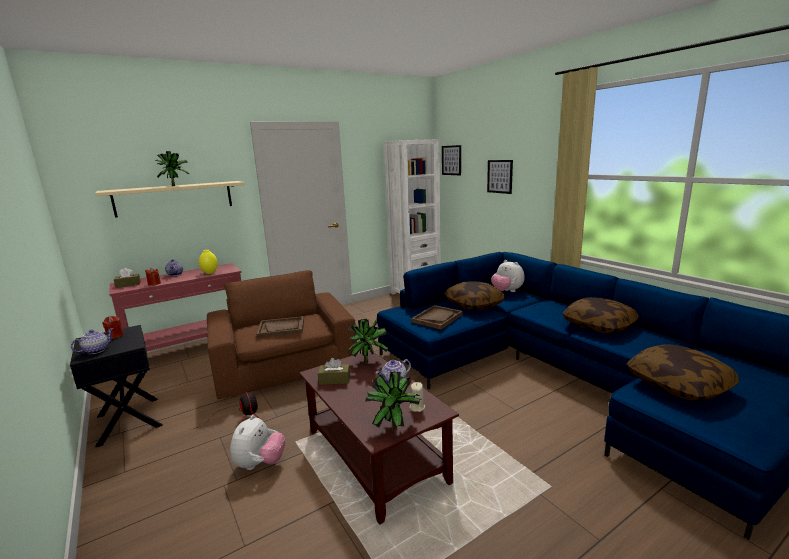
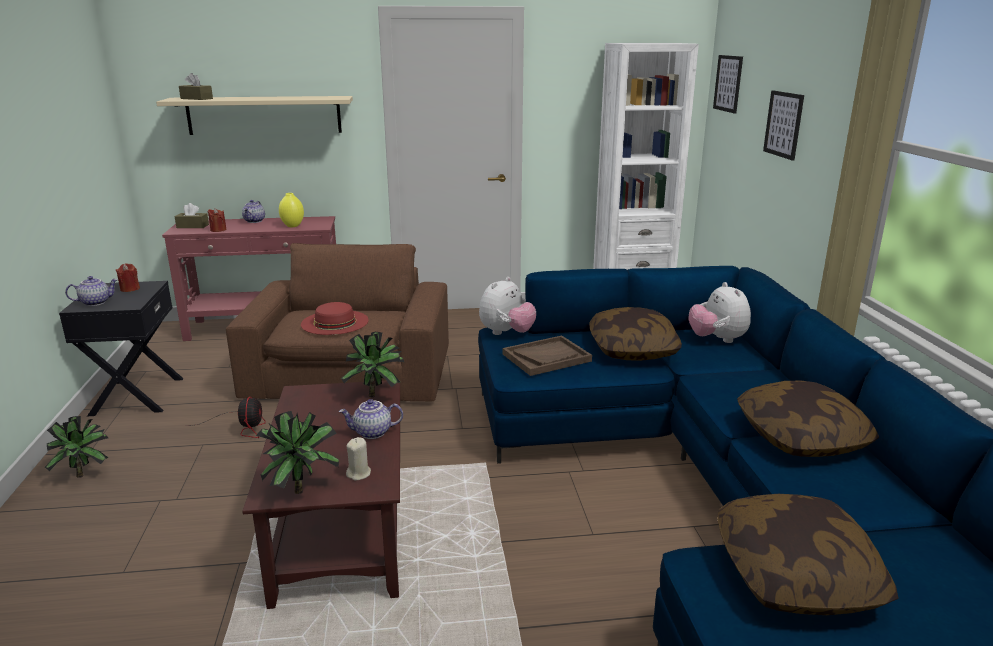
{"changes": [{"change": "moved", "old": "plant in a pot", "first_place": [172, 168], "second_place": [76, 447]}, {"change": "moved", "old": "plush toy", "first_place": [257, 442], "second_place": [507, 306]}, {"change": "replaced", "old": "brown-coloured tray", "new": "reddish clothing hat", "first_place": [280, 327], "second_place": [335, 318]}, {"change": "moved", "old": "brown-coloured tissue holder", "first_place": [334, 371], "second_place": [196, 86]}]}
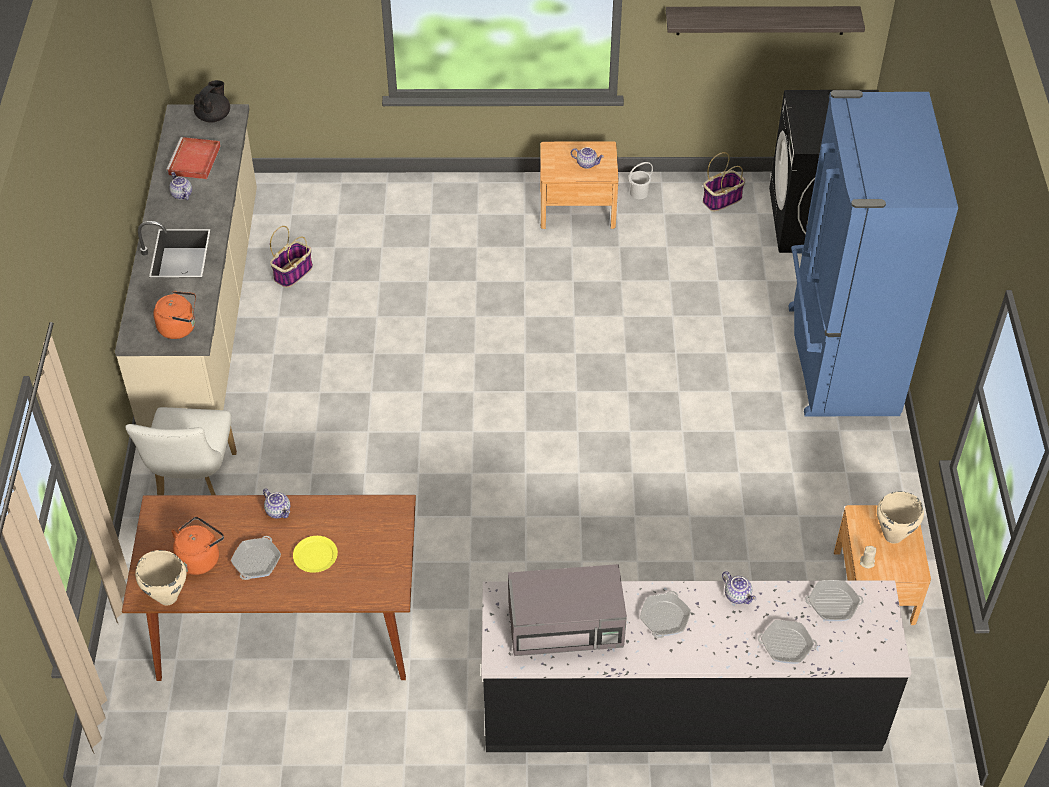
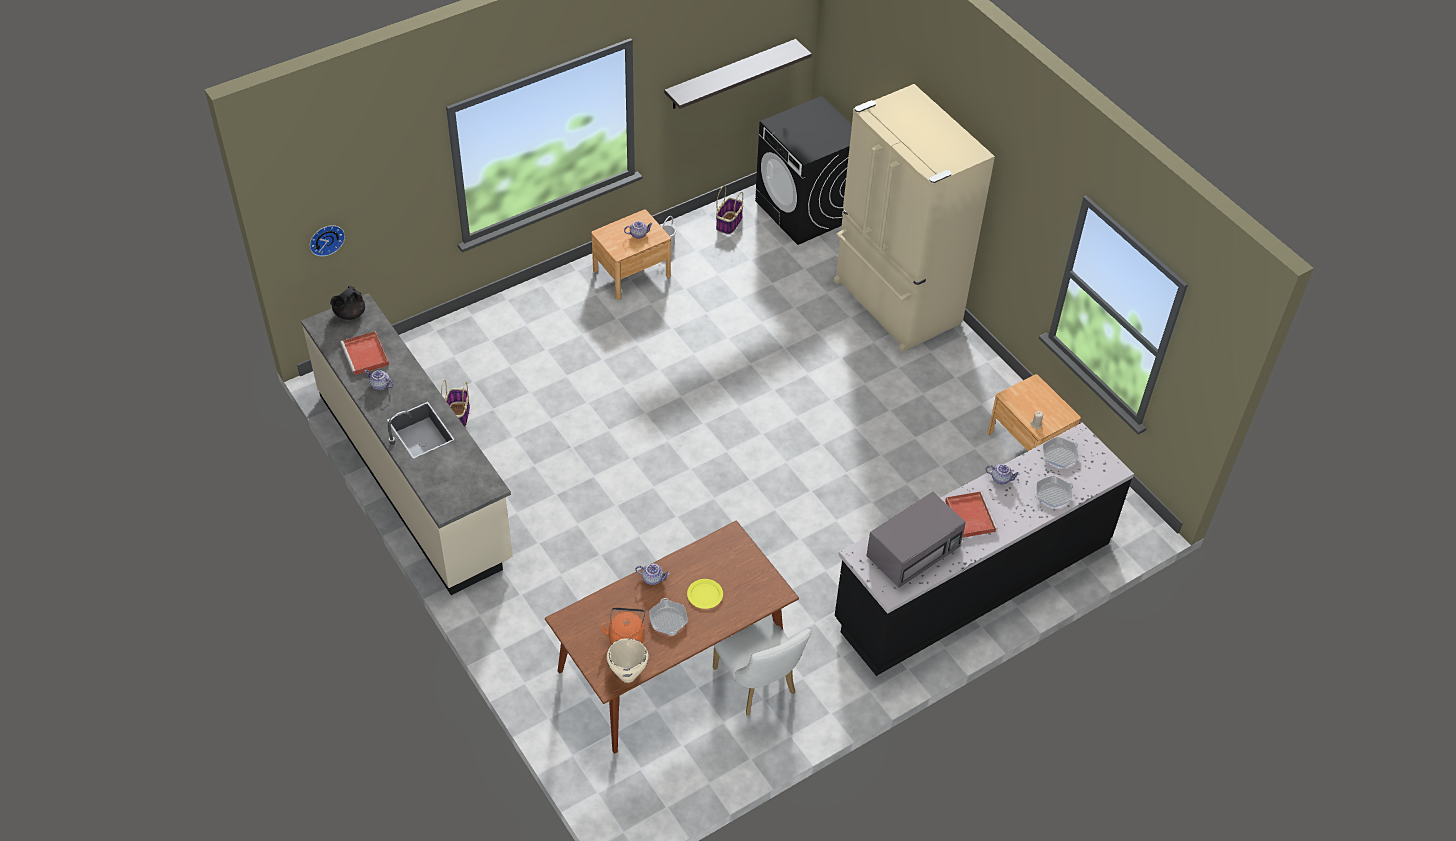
{"changes": [{"change": "moved", "old": "whitish plain chair", "first_place": [181, 451], "second_place": [762, 665]}, {"change": "removed", "old": "orange-coloured kettle", "first_place": [174, 315]}, {"change": "turned", "old": "black-coloured pot for tea", "first_place": [212, 101], "second_place": [347, 303], "degrees": -135}, {"change": "replaced", "old": "frying pan", "new": "reddish tray", "first_place": [665, 614], "second_place": [971, 514]}, {"change": "recoloured", "old": "blue-coloured refrigerator", "new": "beige refrigerator", "first_place": [873, 253], "second_place": [914, 218]}, {"change": "removed", "old": "beige stockpot", "first_place": [900, 517]}, {"change": "added", "new": "clock on the wall", "second_place": [327, 241]}]}
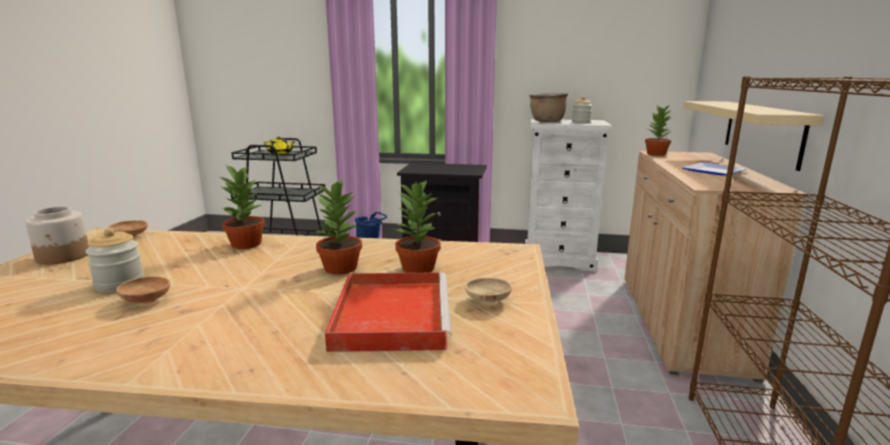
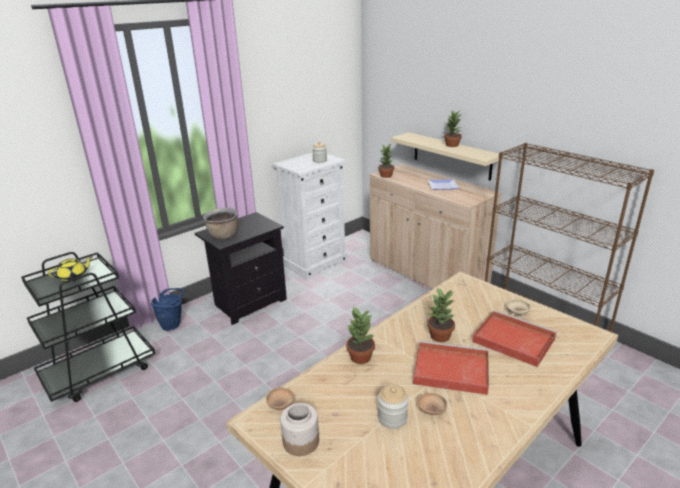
{"changes": [{"change": "moved", "old": "plant in a pot", "first_place": [417, 226], "second_place": [453, 128]}, {"change": "moved", "old": "brown-coloured stockpot", "first_place": [548, 107], "second_place": [220, 223]}, {"change": "added", "new": "reddish tray", "second_place": [451, 368]}]}
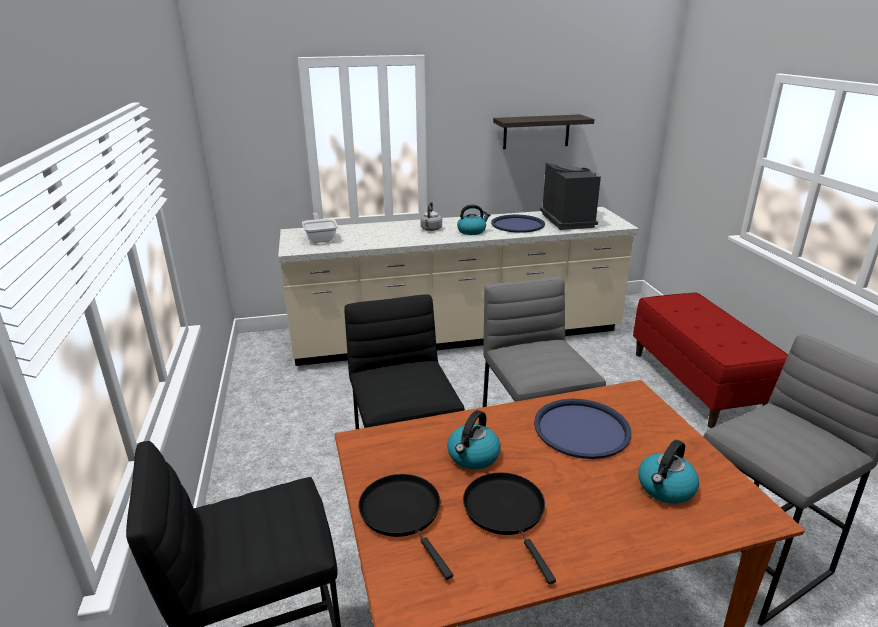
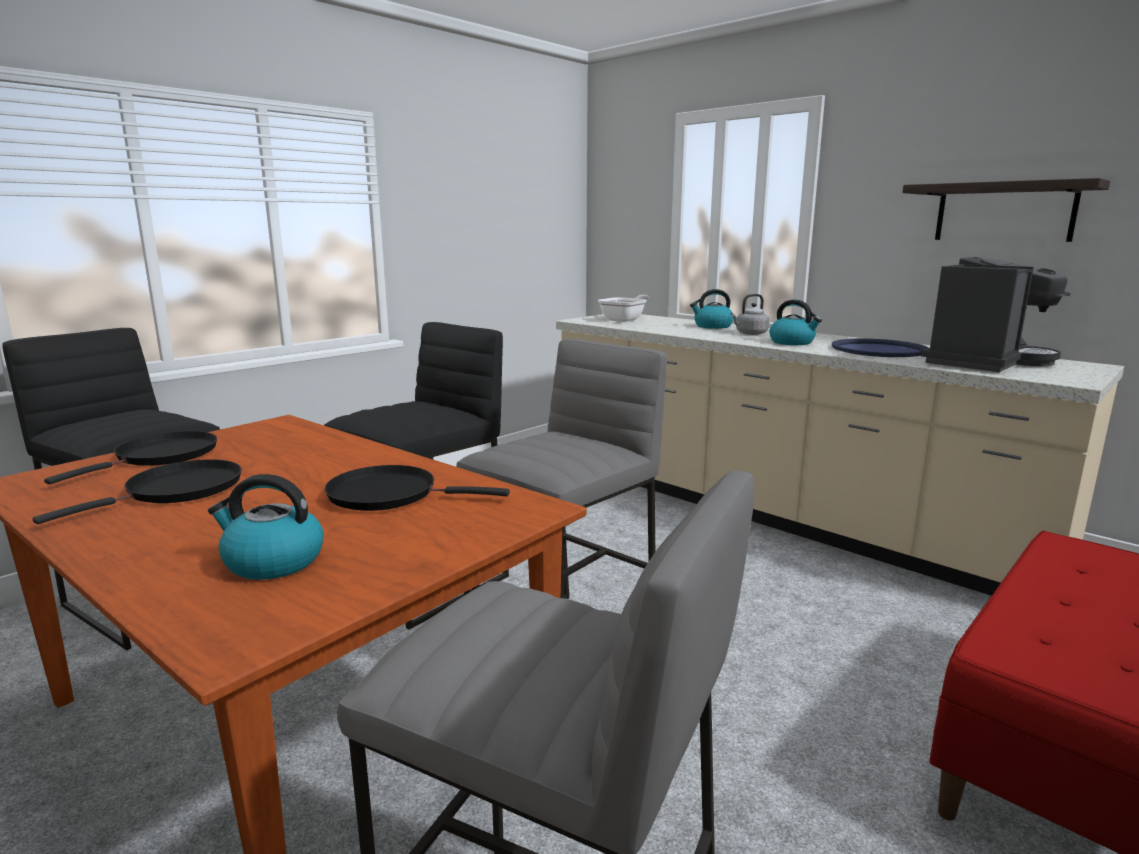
{"changes": [{"change": "moved", "old": "kettle", "first_place": [474, 440], "second_place": [712, 309]}, {"change": "replaced", "old": "blue-coloured tray", "new": "black-coloured frying pan", "first_place": [583, 429], "second_place": [417, 488]}]}
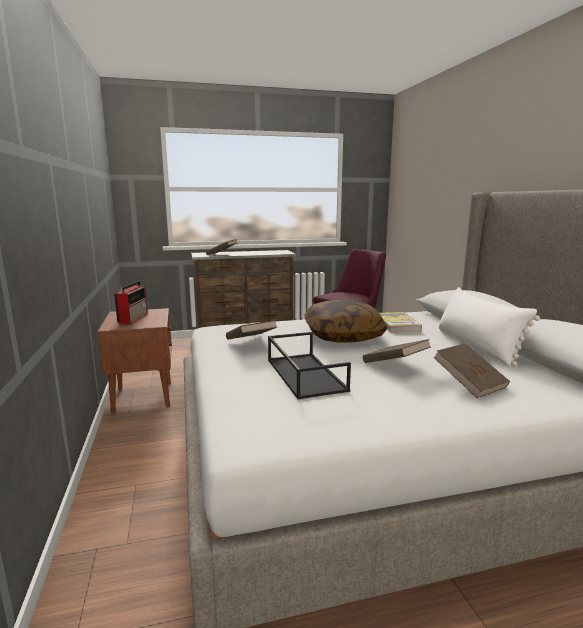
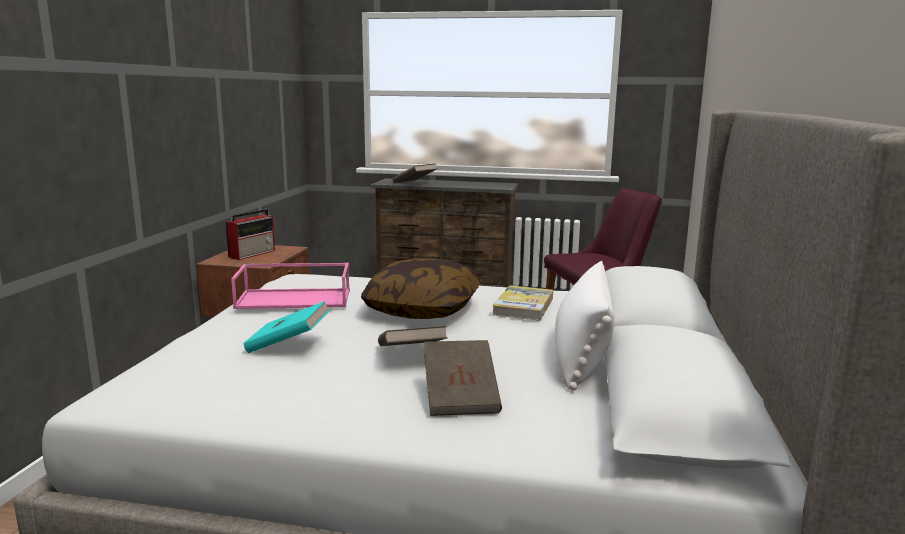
{"changes": [{"change": "replaced", "old": "brown-coloured volume", "new": "pink tray", "first_place": [251, 330], "second_place": [290, 286]}, {"change": "replaced", "old": "black-coloured tray", "new": "turquoise volume", "first_place": [309, 365], "second_place": [286, 327]}]}
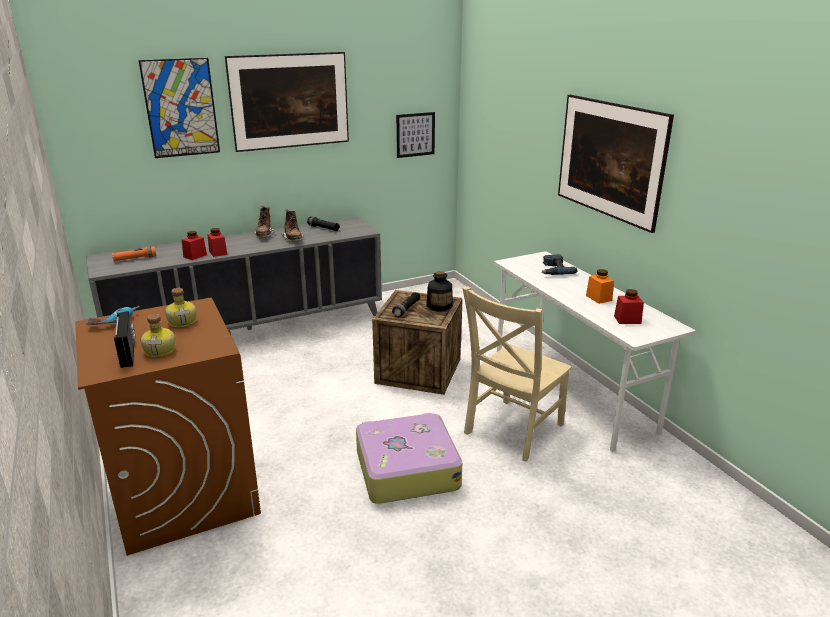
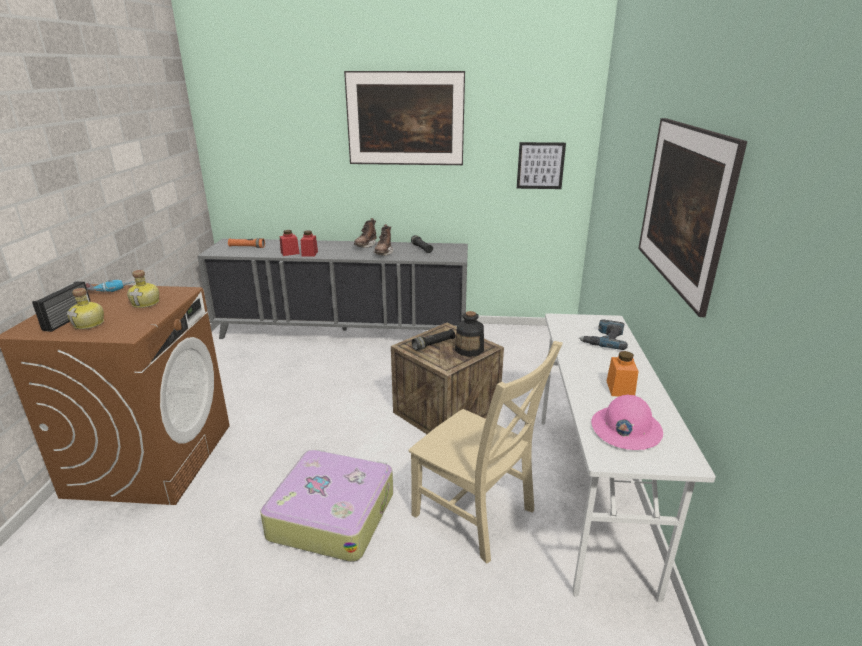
{"changes": [{"change": "removed", "old": "wall art", "first_place": [179, 108]}, {"change": "turned", "old": "beige plain chair", "first_place": [517, 374], "second_place": [485, 452], "degrees": -120}, {"change": "replaced", "old": "reddish storage jar", "new": "pink hard hat", "first_place": [629, 306], "second_place": [627, 422]}]}
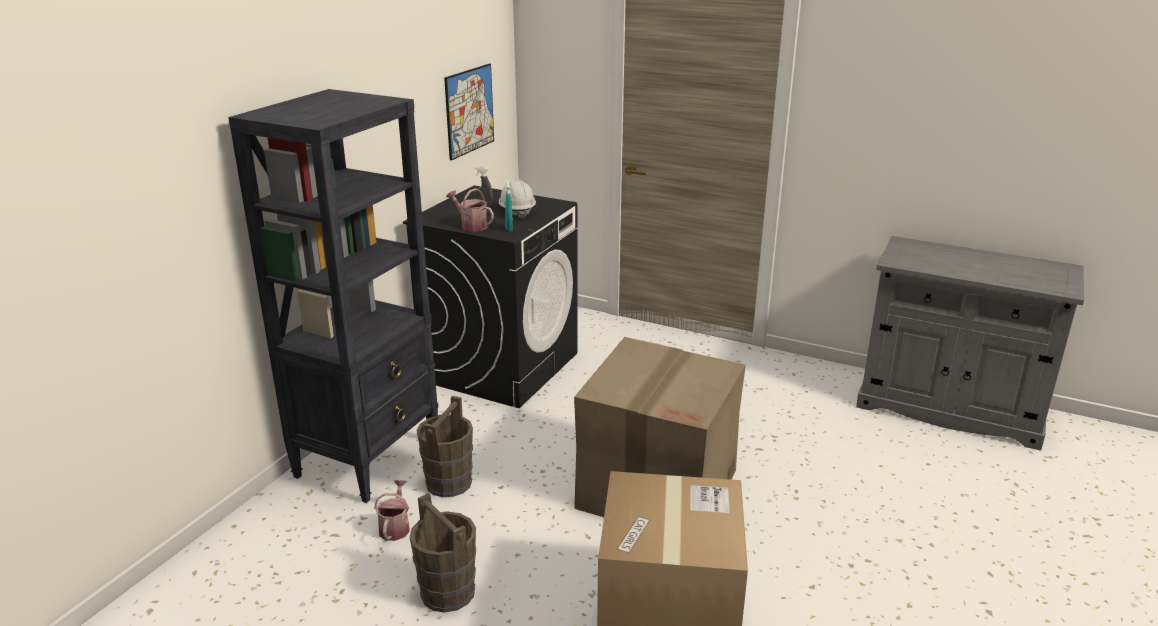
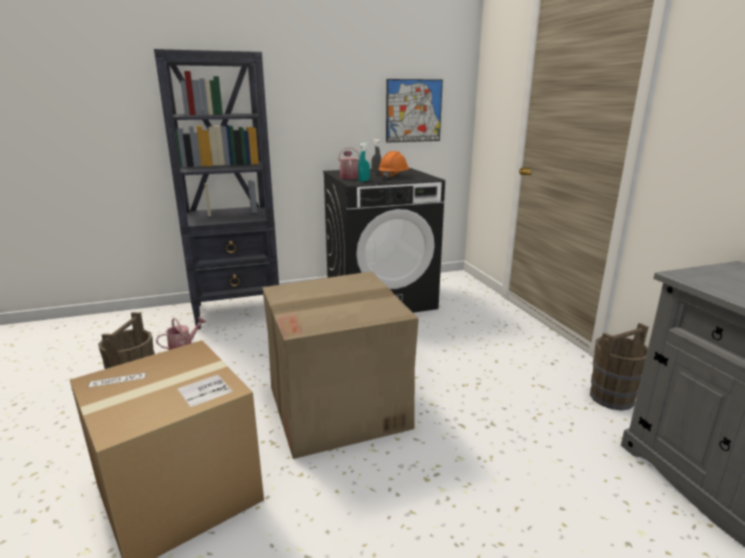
{"changes": [{"change": "moved", "old": "brown-coloured bucket", "first_place": [445, 446], "second_place": [619, 367]}, {"change": "recoloured", "old": "whitish hard hat", "new": "orange-coloured hard hat", "first_place": [517, 199], "second_place": [394, 165]}]}
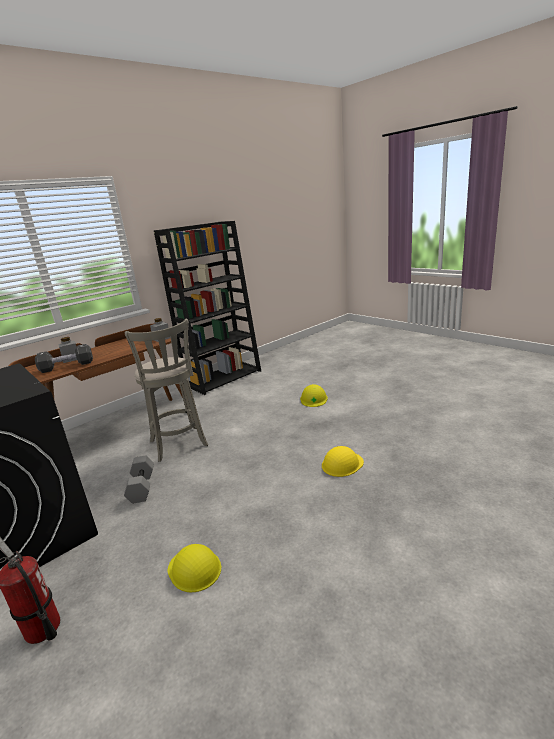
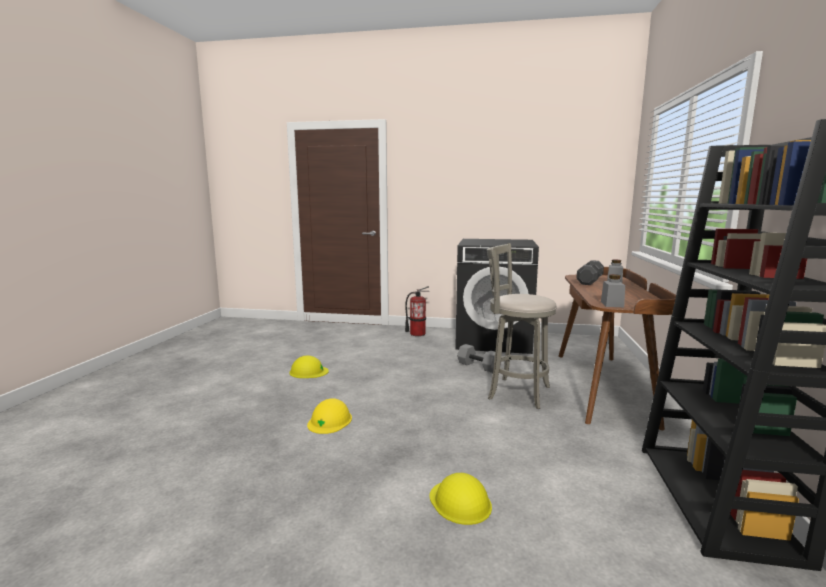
{"changes": [{"change": "moved", "old": "yellow hard hat", "first_place": [194, 568], "second_place": [309, 366]}]}
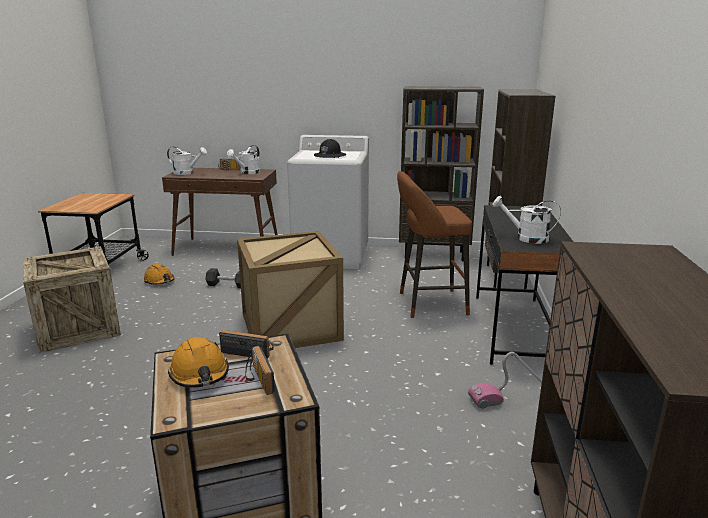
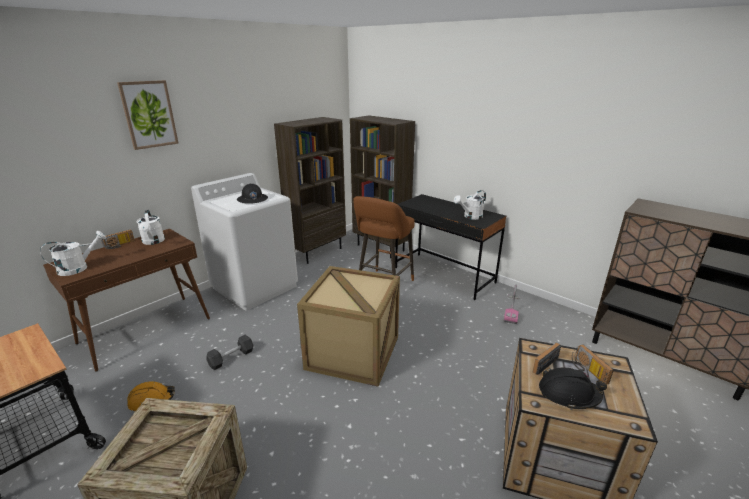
{"changes": [{"change": "recoloured", "old": "orange-coloured hard hat", "new": "black-coloured hard hat", "first_place": [198, 362], "second_place": [573, 389]}, {"change": "turned", "old": "radio", "first_place": [260, 370], "second_place": [593, 364], "degrees": 60}, {"change": "added", "new": "wall art", "second_place": [148, 115]}]}
